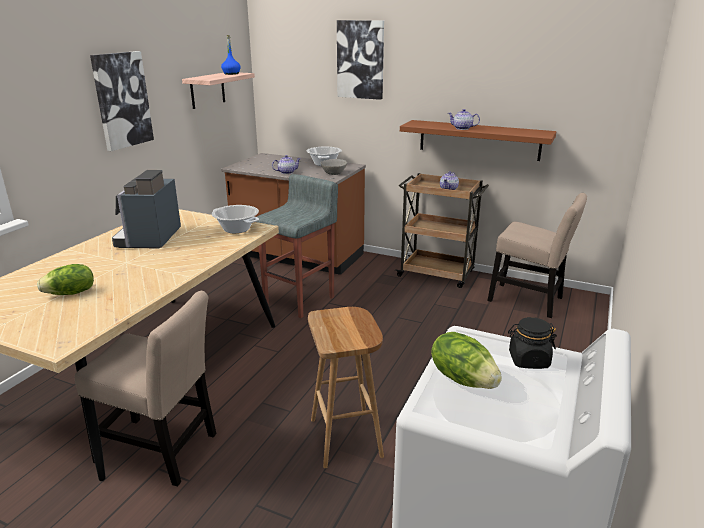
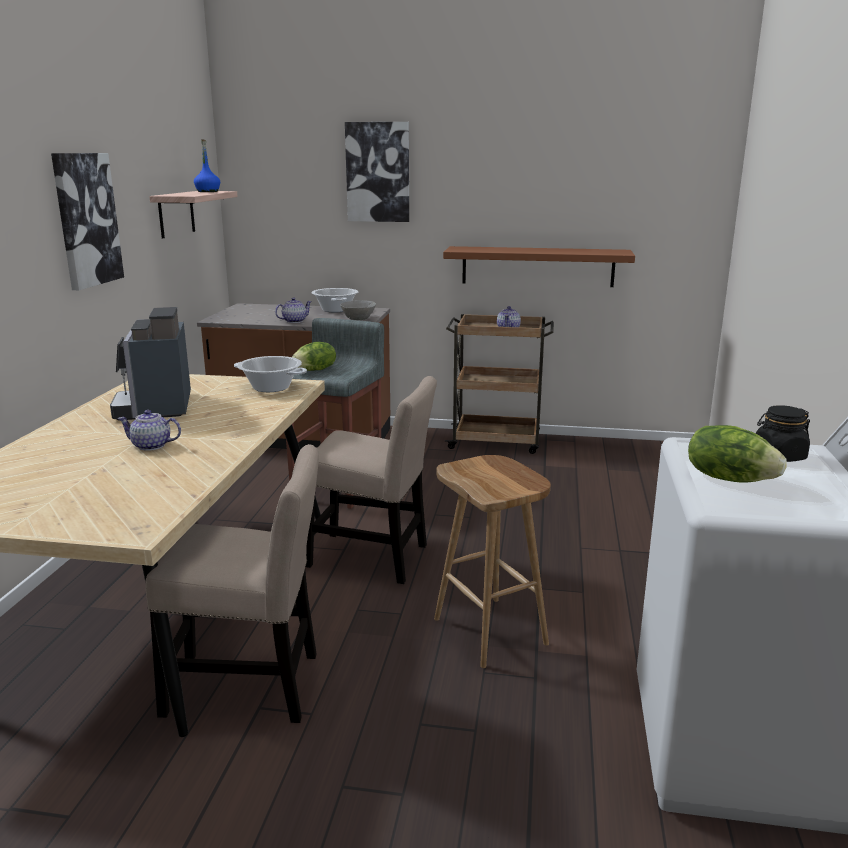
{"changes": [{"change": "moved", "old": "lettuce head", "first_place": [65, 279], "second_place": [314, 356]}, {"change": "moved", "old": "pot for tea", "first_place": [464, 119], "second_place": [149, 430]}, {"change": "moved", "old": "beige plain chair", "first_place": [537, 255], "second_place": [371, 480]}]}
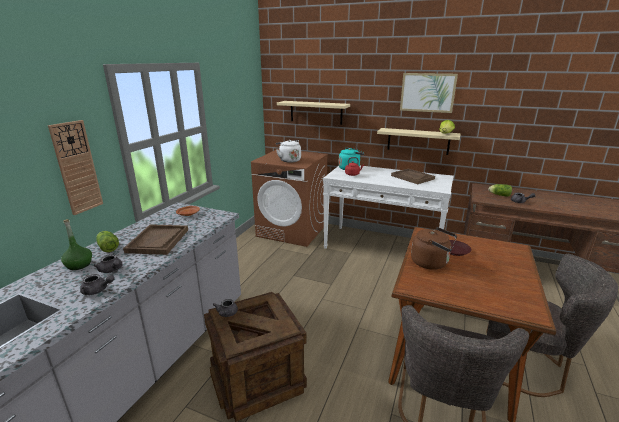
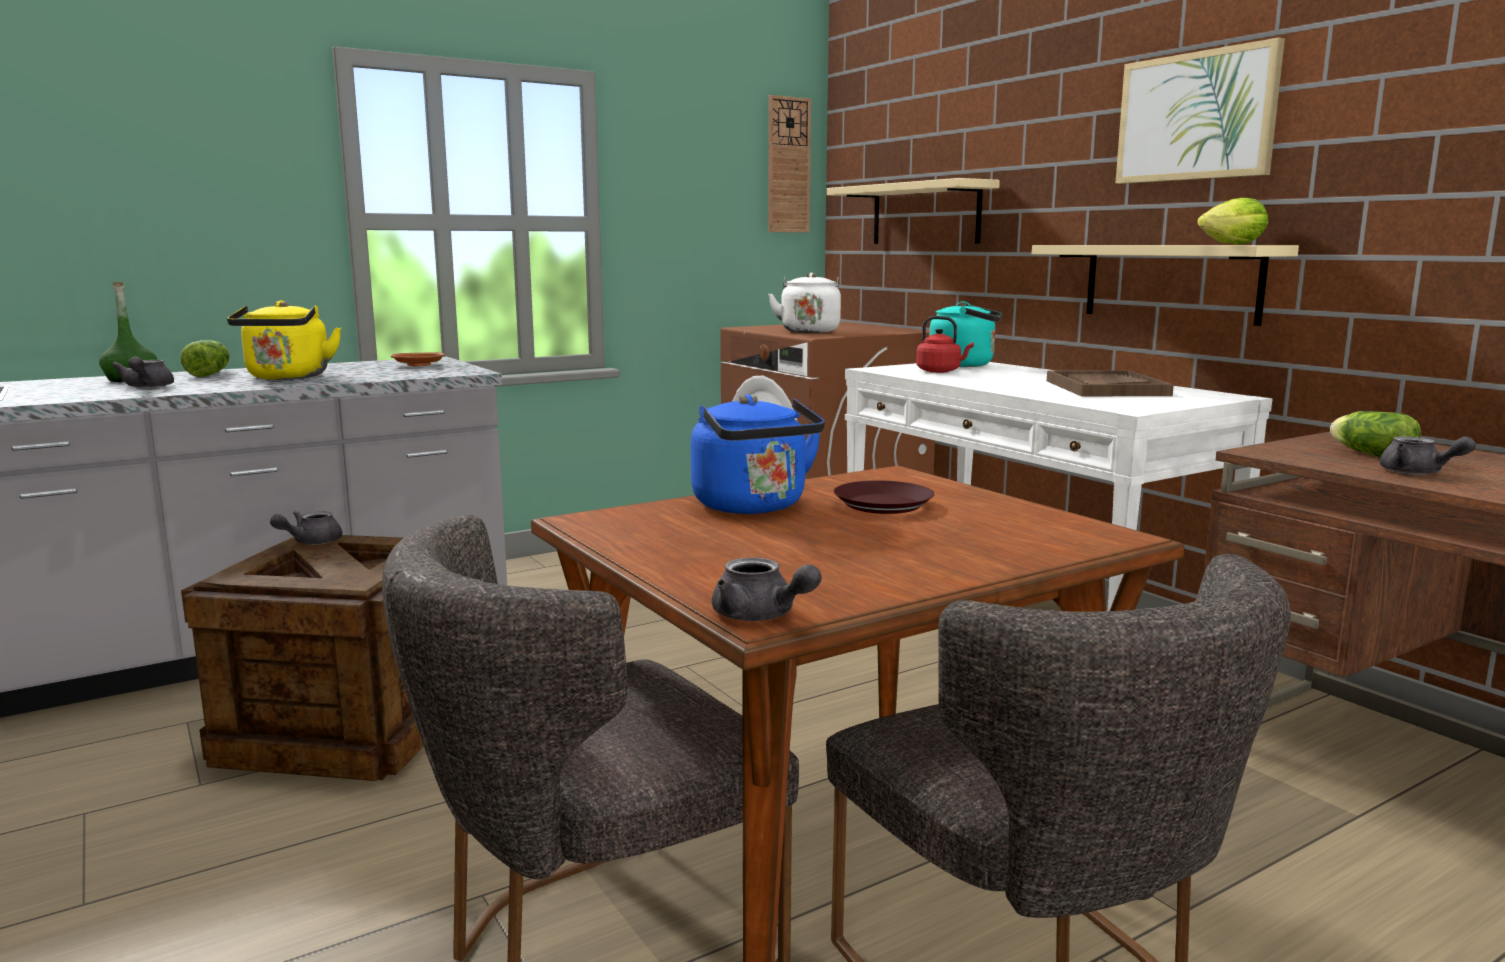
{"changes": [{"change": "moved", "old": "clock on the wall", "first_place": [75, 167], "second_place": [789, 163]}, {"change": "moved", "old": "greyish pot for tea", "first_place": [97, 284], "second_place": [767, 589]}, {"change": "replaced", "old": "brown-coloured tray", "new": "yellow kettle", "first_place": [155, 239], "second_place": [284, 340]}, {"change": "recoloured", "old": "brown-coloured kettle", "new": "blue-coloured kettle", "first_place": [434, 248], "second_place": [758, 454]}]}
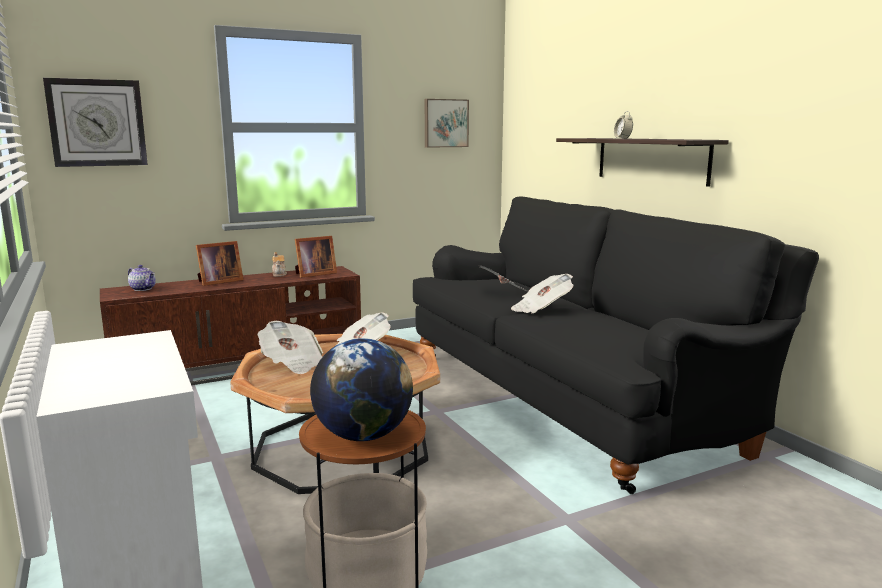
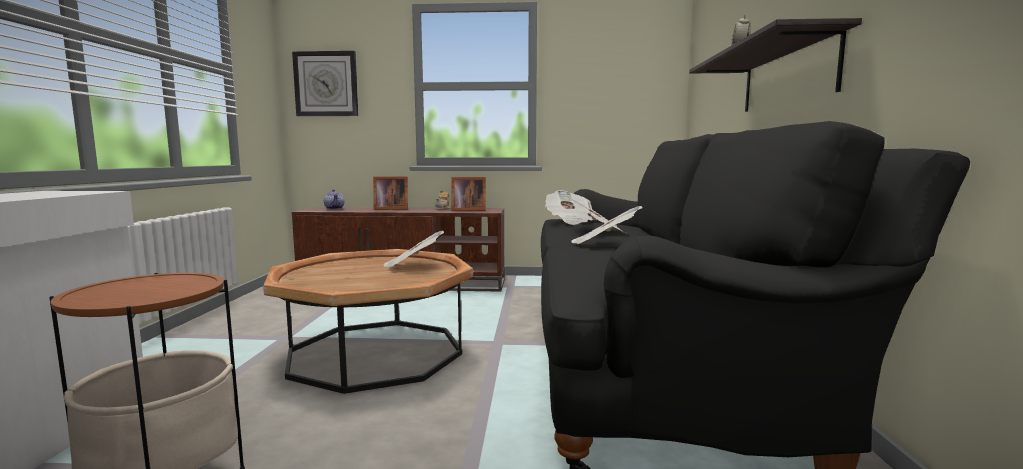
{"changes": [{"change": "moved", "old": "daily paper", "first_place": [290, 347], "second_place": [569, 207]}, {"change": "removed", "old": "desk globe", "first_place": [361, 389]}, {"change": "removed", "old": "wall art", "first_place": [447, 123]}]}
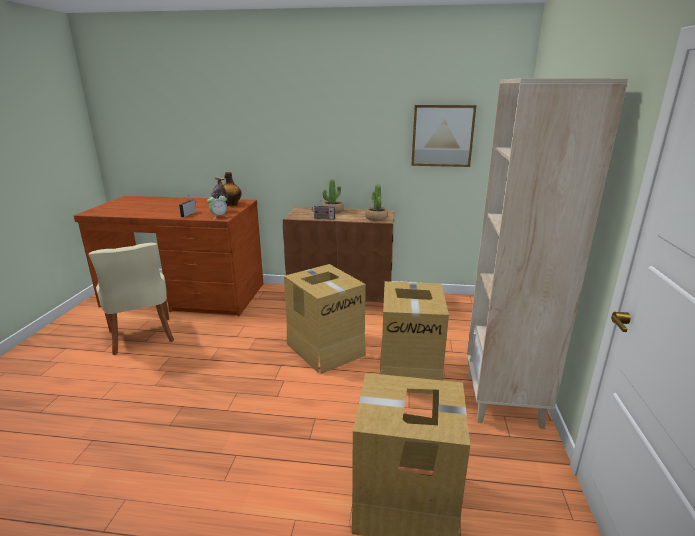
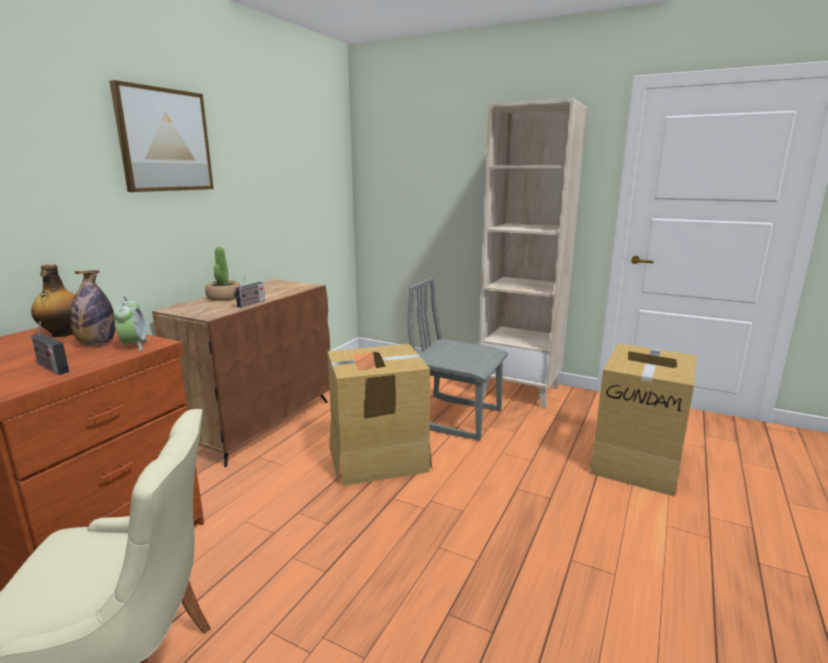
{"changes": [{"change": "removed", "old": "plant in a pot", "first_place": [376, 202]}, {"change": "replaced", "old": "carton", "new": "greyish plain chair", "first_place": [414, 337], "second_place": [457, 359]}, {"change": "moved", "old": "wall art", "first_place": [444, 136], "second_place": [162, 136]}]}
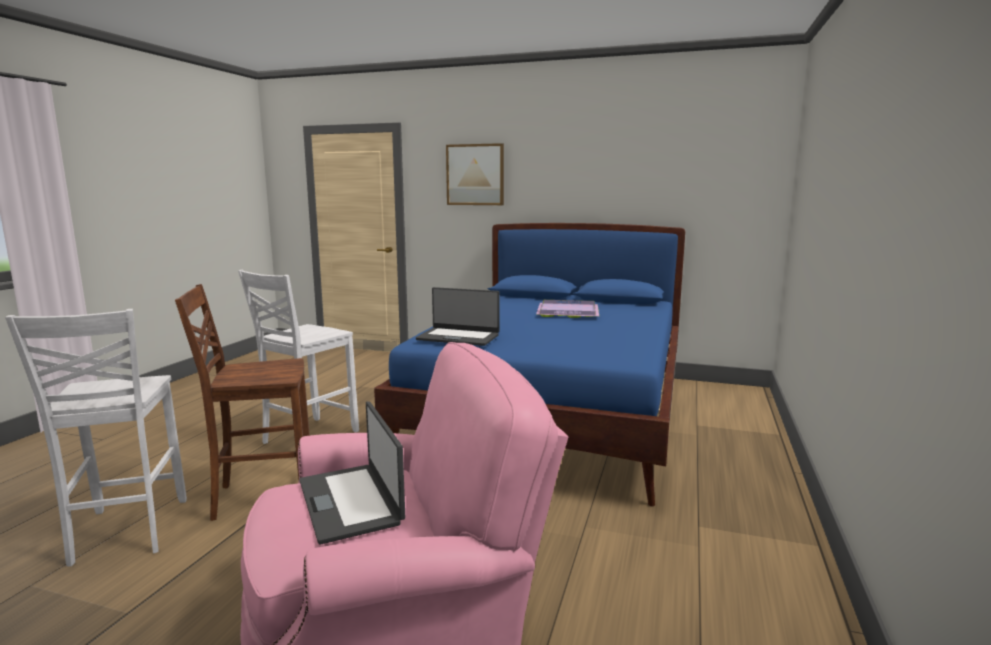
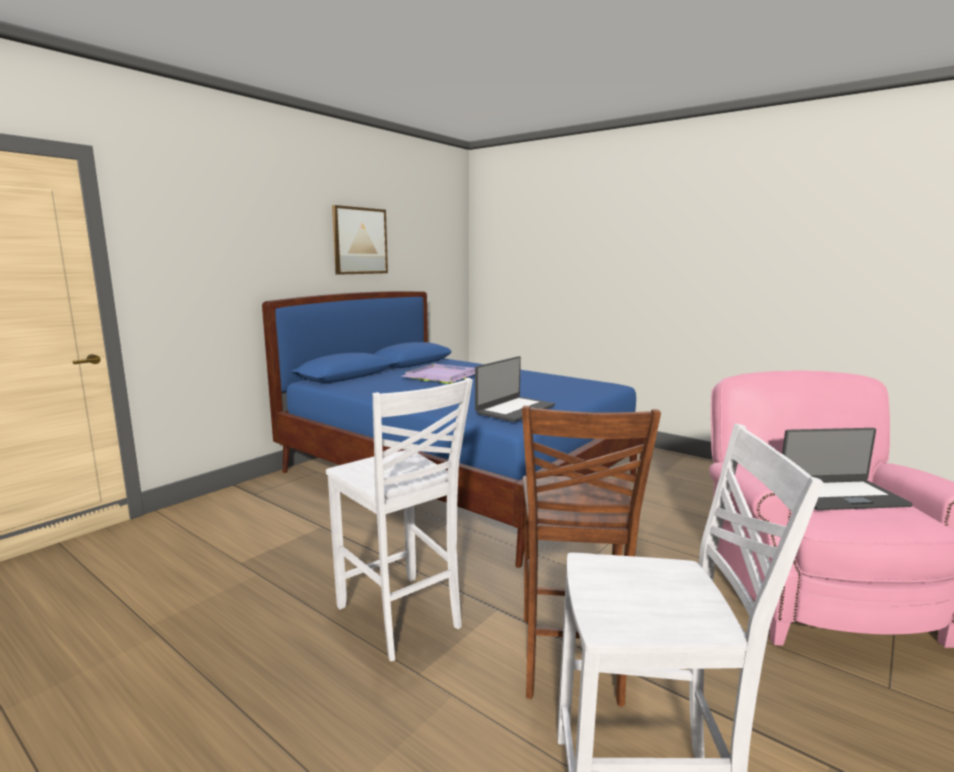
{"changes": [{"change": "moved", "old": "wall art", "first_place": [475, 174], "second_place": [360, 240]}]}
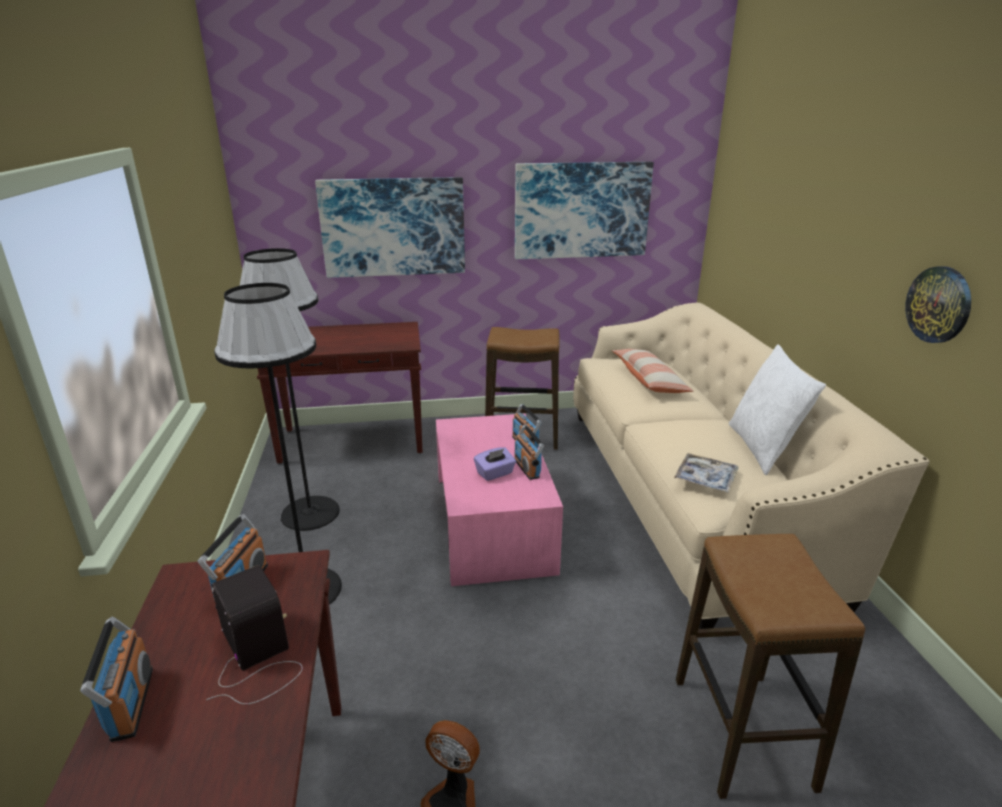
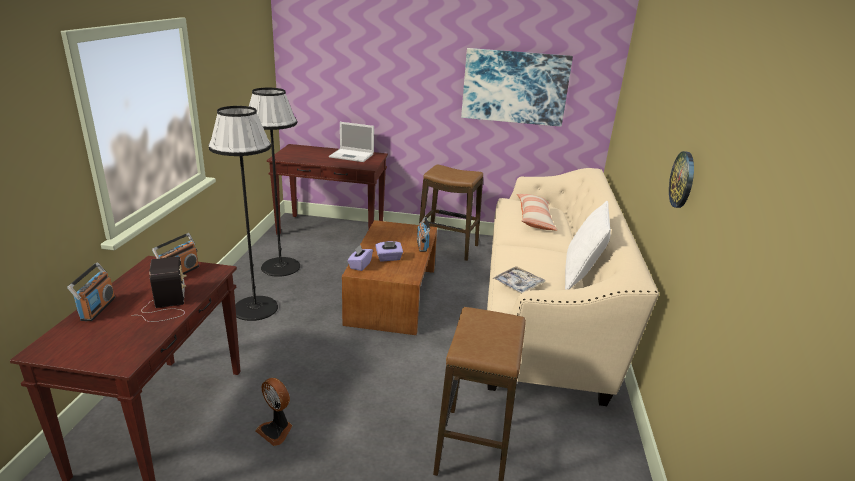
{"changes": [{"change": "removed", "old": "wall art", "first_place": [390, 227]}, {"change": "recoloured", "old": "pink lounge table", "new": "brown-coloured lounge table", "first_place": [499, 500], "second_place": [389, 277]}, {"change": "removed", "old": "radio", "first_place": [529, 452]}, {"change": "added", "new": "portable computer", "second_place": [351, 142]}, {"change": "added", "new": "purple-coloured tissue holder", "second_place": [360, 257]}]}
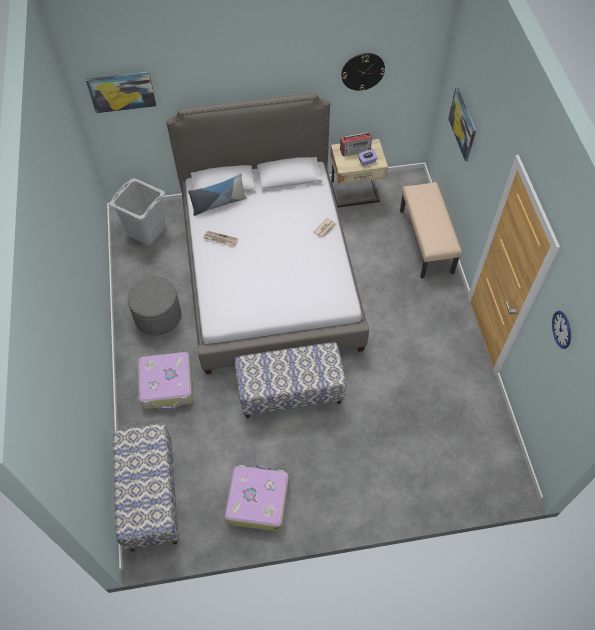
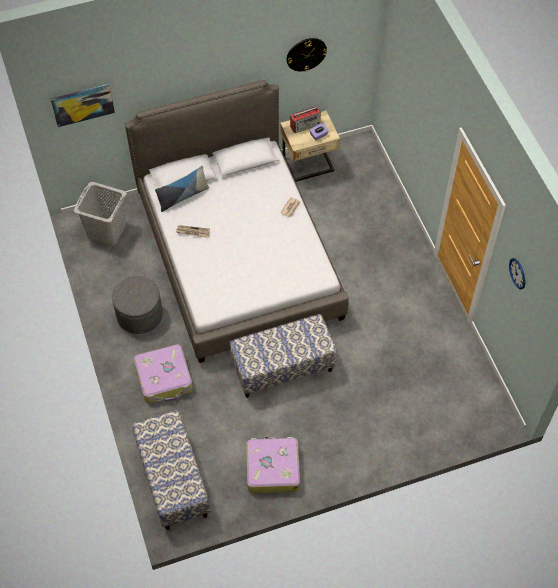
{"changes": [{"change": "removed", "old": "beige bench", "first_place": [431, 230]}, {"change": "removed", "old": "wall art", "first_place": [462, 124]}]}
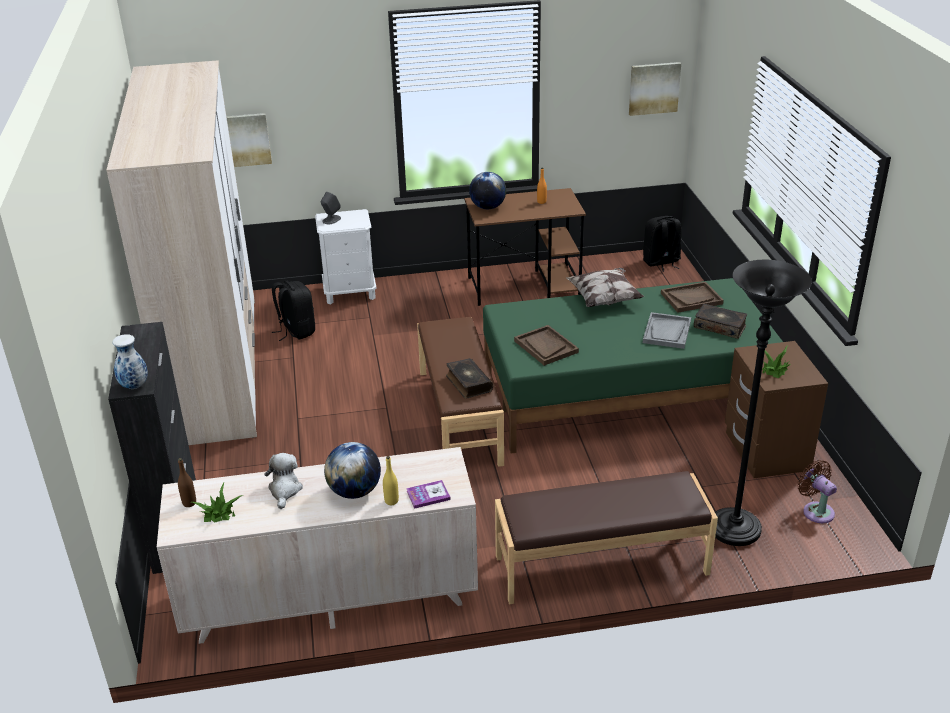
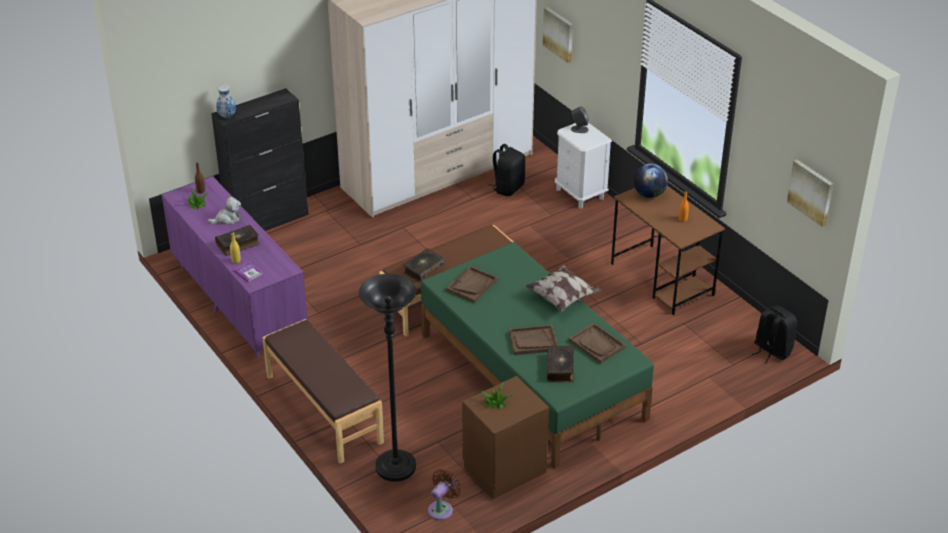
{"changes": [{"change": "recoloured", "old": "beige drawer chest", "new": "purple-coloured drawer chest", "first_place": [317, 545], "second_place": [235, 266]}, {"change": "replaced", "old": "desk globe", "new": "volume", "first_place": [352, 470], "second_place": [237, 240]}, {"change": "recoloured", "old": "greyish tray", "new": "brown-coloured tray", "first_place": [667, 330], "second_place": [533, 340]}]}
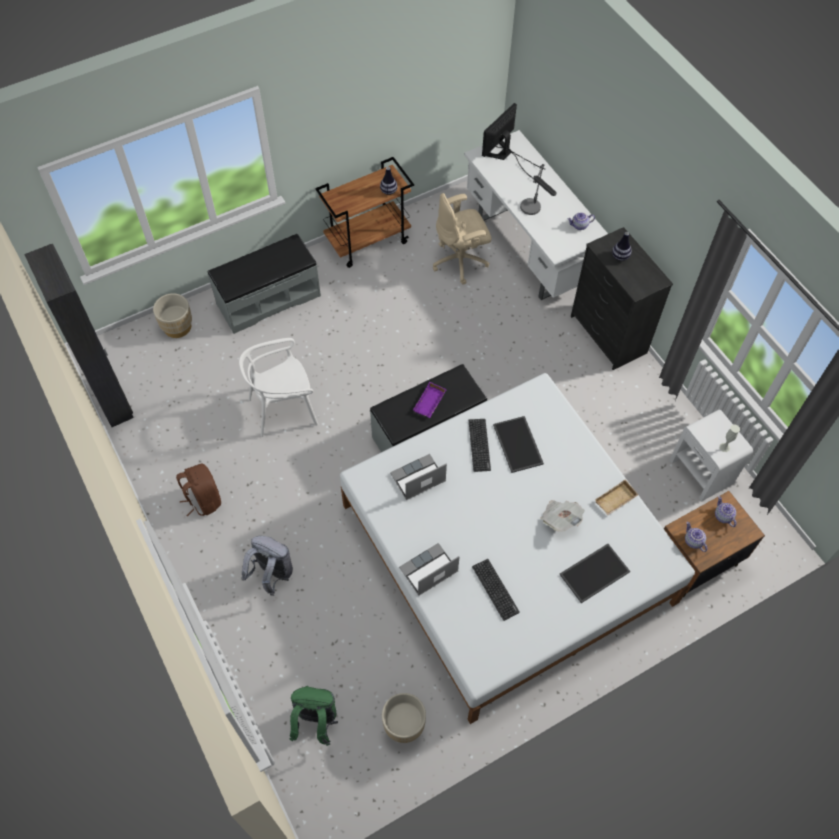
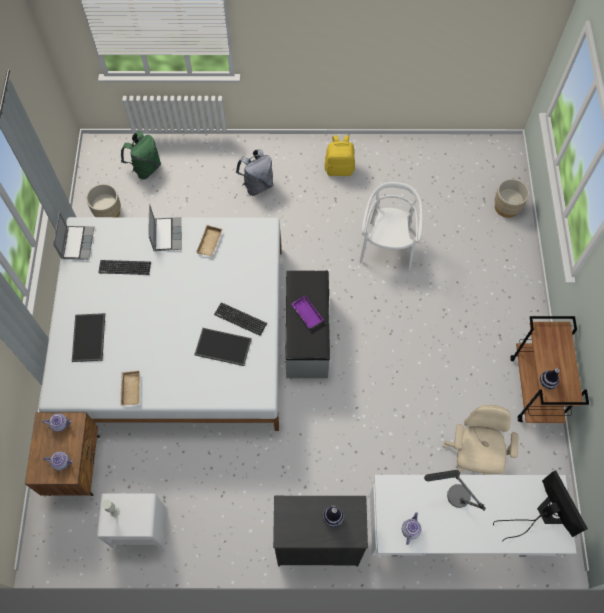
{"changes": [{"change": "removed", "old": "black-coloured clothes cupboard", "first_place": [79, 335]}, {"change": "recoloured", "old": "brown-coloured rucksack", "new": "yellow rucksack", "first_place": [198, 489], "second_place": [339, 155]}, {"change": "removed", "old": "greyish bench", "first_place": [264, 284]}, {"change": "moved", "old": "portable computer", "first_place": [418, 477], "second_place": [73, 235]}, {"change": "removed", "old": "daily paper", "first_place": [562, 515]}, {"change": "added", "new": "beige tray", "second_place": [209, 241]}]}
